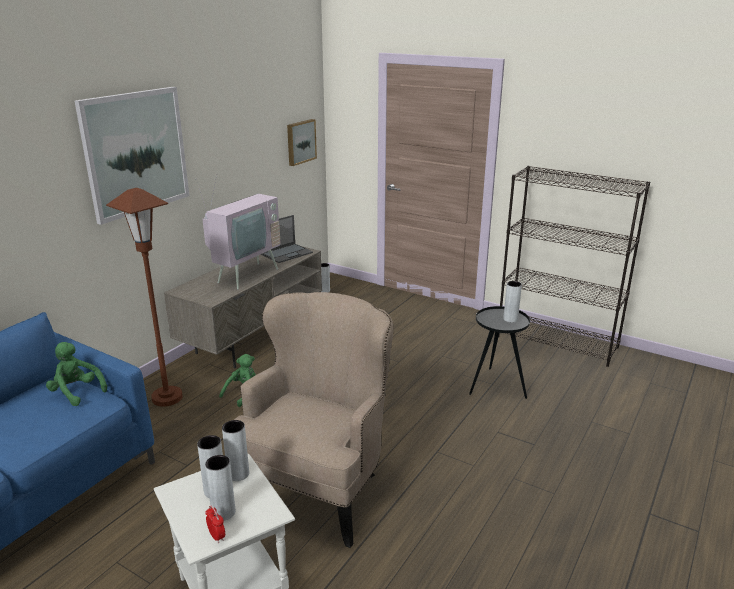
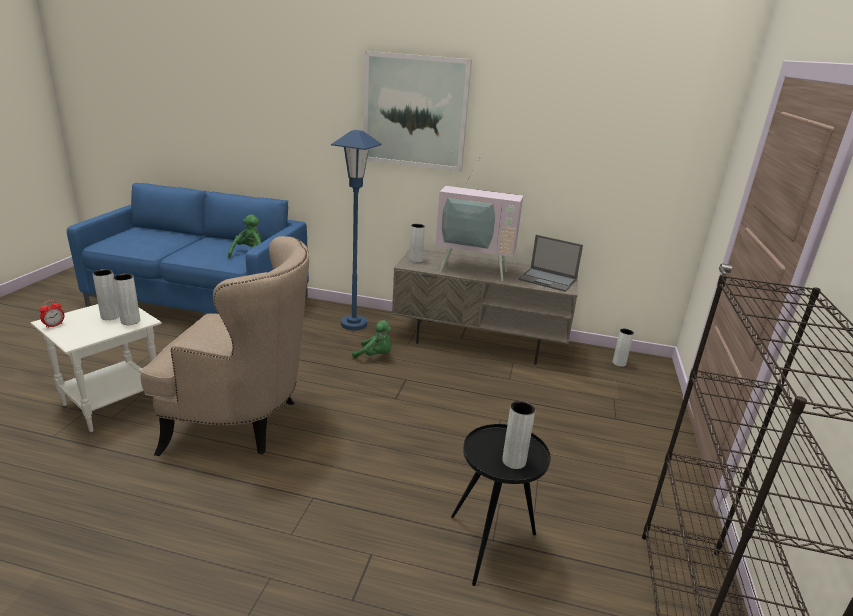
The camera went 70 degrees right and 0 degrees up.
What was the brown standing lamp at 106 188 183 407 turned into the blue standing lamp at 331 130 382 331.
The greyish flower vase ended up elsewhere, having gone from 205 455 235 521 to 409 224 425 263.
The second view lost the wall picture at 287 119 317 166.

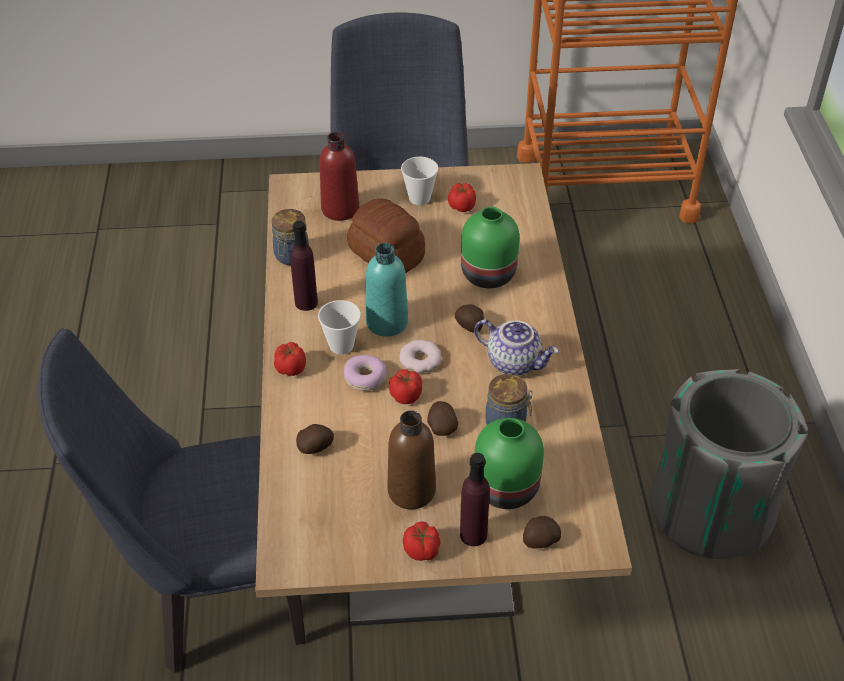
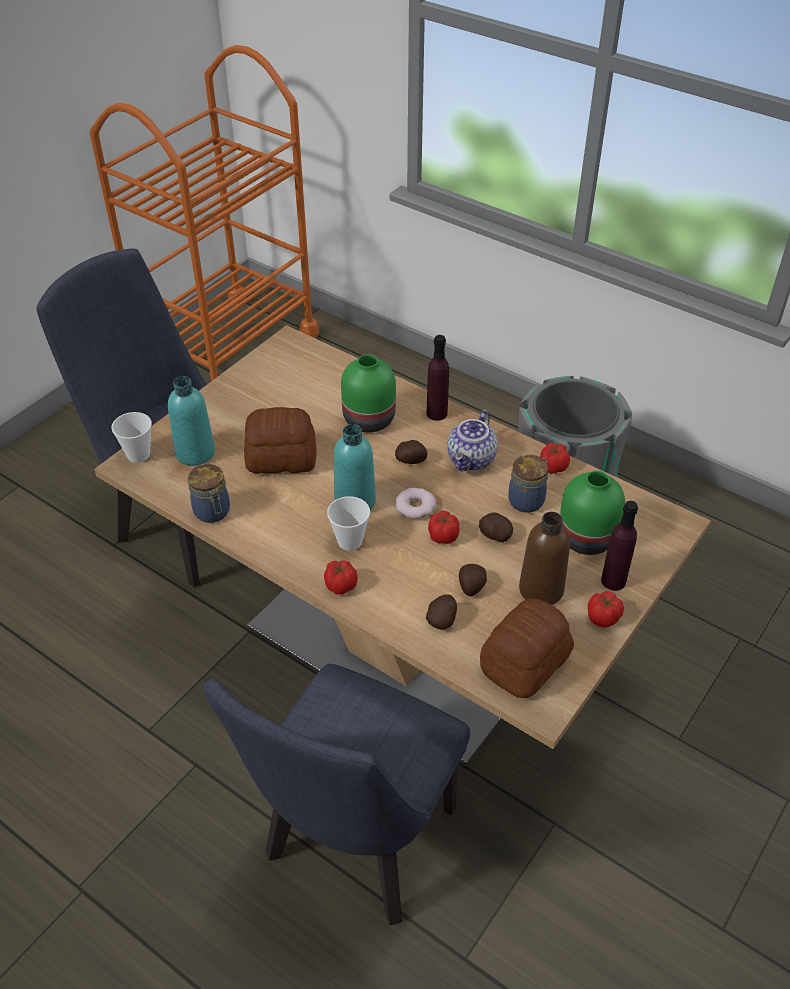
The camera went 50 degrees left and 0 degrees up.
The purple drink bottle ended up elsewhere, having gone from 290 221 318 311 to 427 335 449 421.
What was the red drink bottle at 320 132 359 221 turned into the turquoise drink bottle at 168 376 215 466.
The second view lost the ring doughnut at 344 355 387 391.
The cup ended up elsewhere, having gone from 401 157 439 205 to 112 412 152 463.
The tomato ended up elsewhere, having gone from 448 183 476 212 to 540 443 570 474.
The pot for tea at 474 319 559 376 ended up facing another way, 135 degrees clockwise from before.
The spud ended up elsewhere, having gone from 523 516 561 549 to 459 564 487 596.
The second view gained the bakery bread at 480 599 574 698.

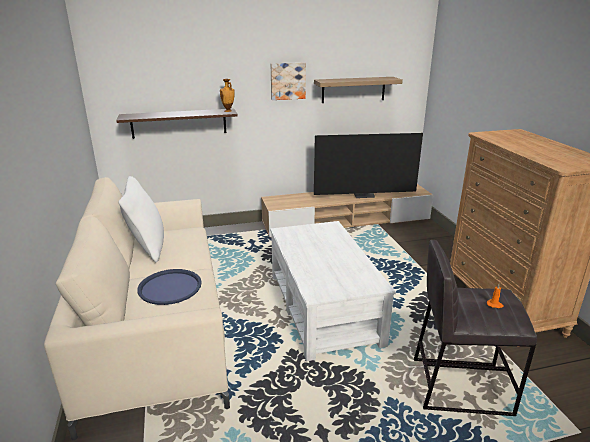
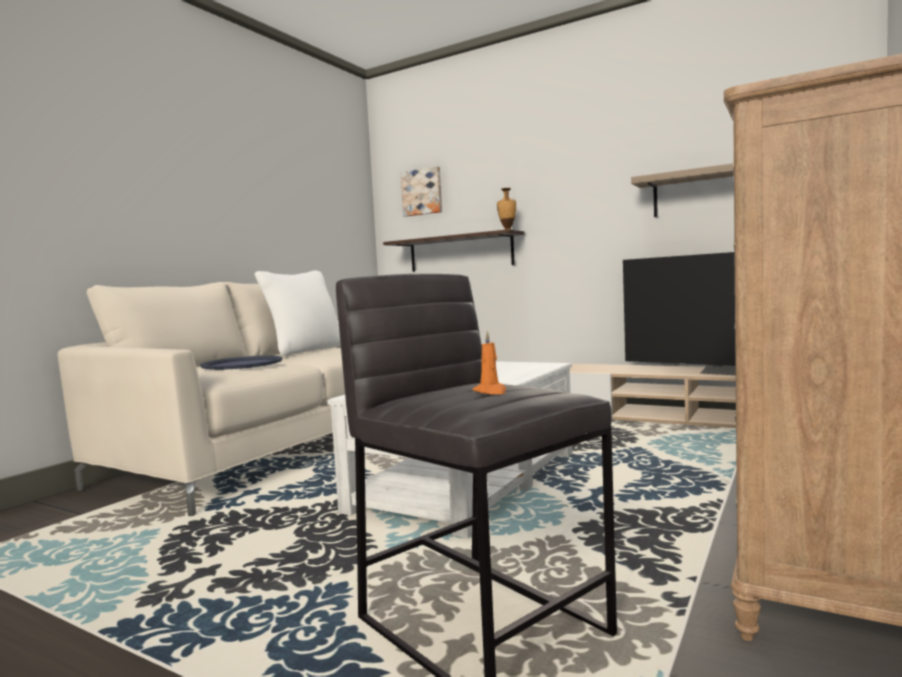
The camera went 45 degrees right and 20 degrees down.
The wall picture ended up elsewhere, having gone from 271 62 306 100 to 401 166 442 217.

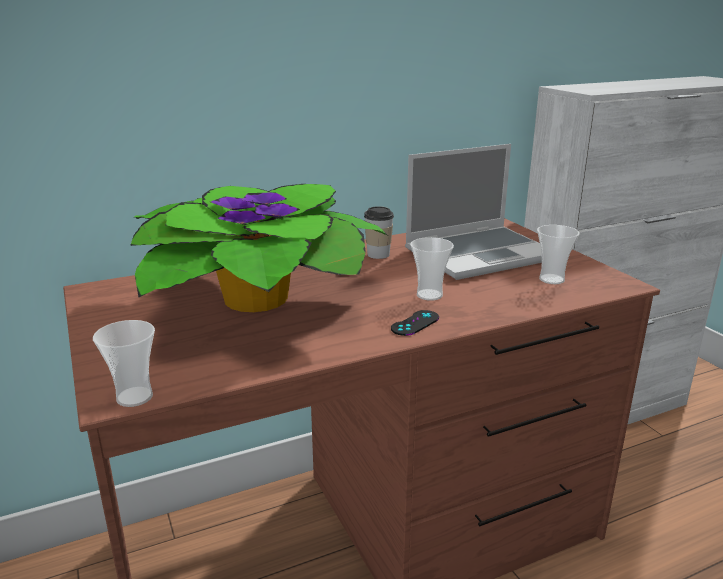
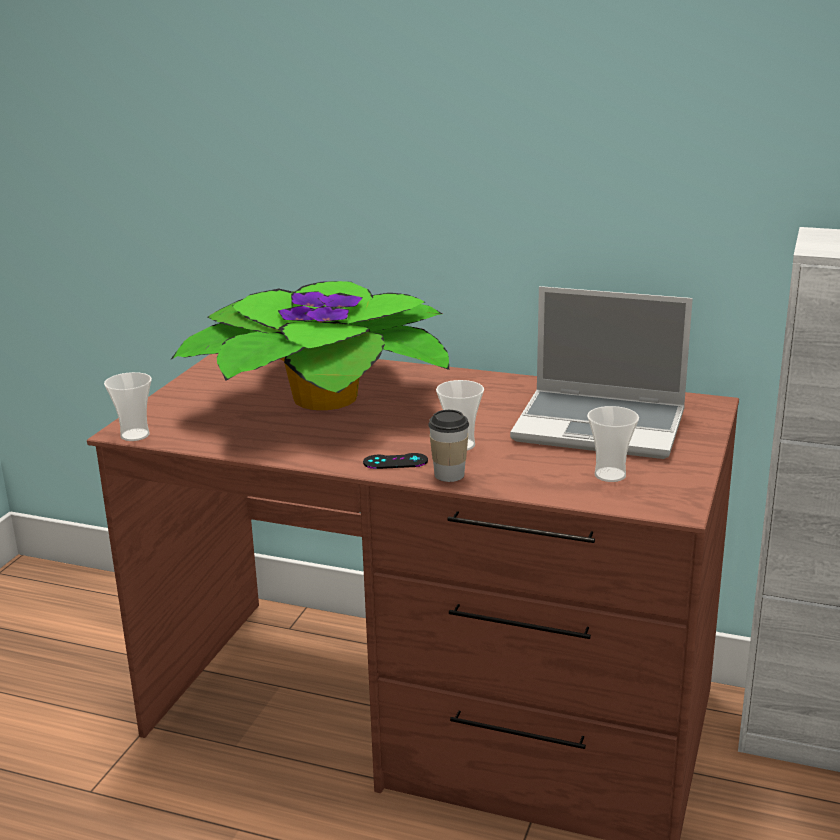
The camera went 45 degrees right and 0 degrees up.
The cup ended up elsewhere, having gone from 364 206 394 259 to 428 410 469 482.

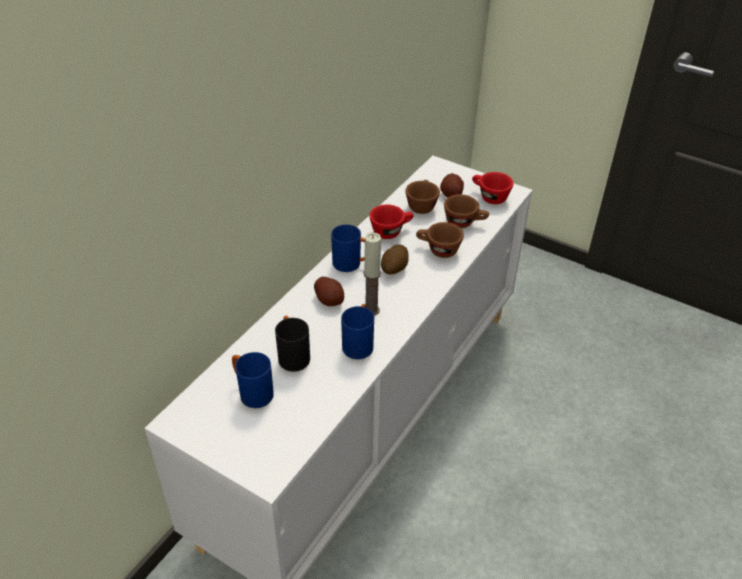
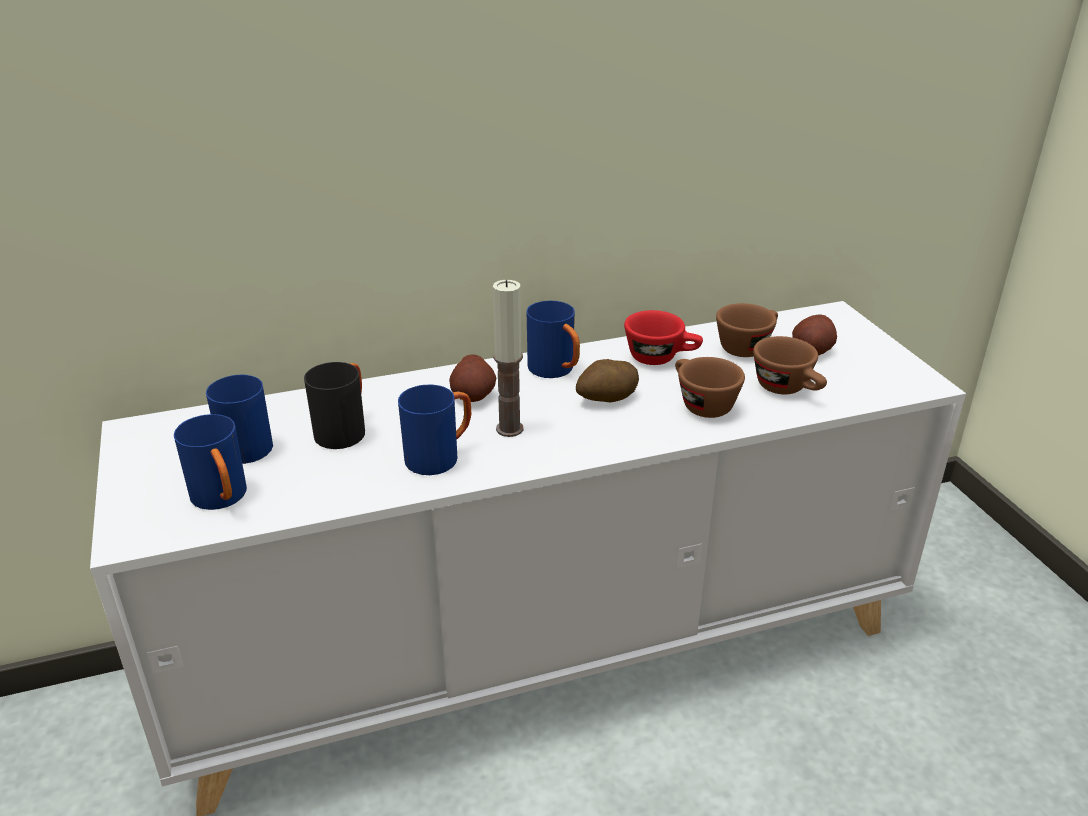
The camera went 40 degrees right and 10 degrees down.
The second view lost the red cup at 472 172 514 204.
The second view gained the blue coffee mug at 174 414 247 510.

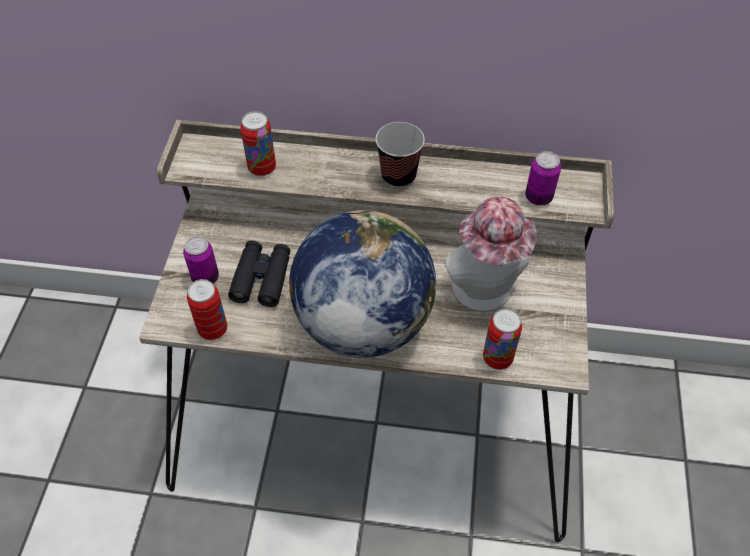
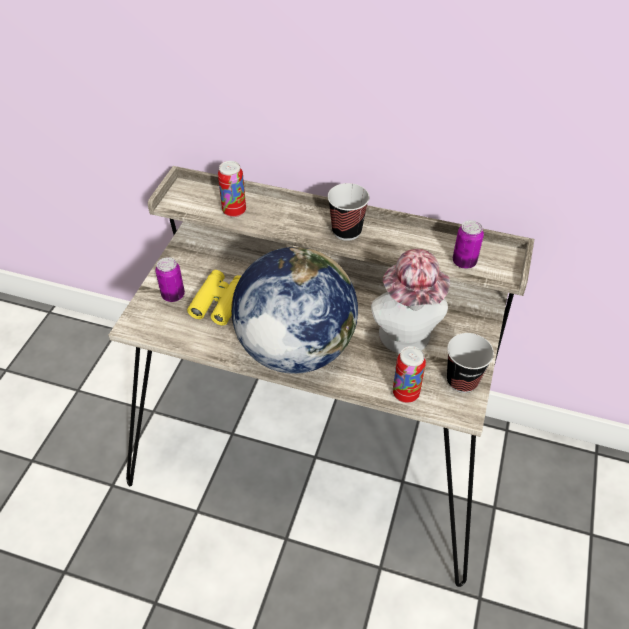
The camera went 10 degrees right and 5 degrees down.
The second view lost the can at 187 279 227 340.
What was the black-coloured field glasses at 228 241 290 307 turned into the yellowish field glasses at 187 270 241 325.
The second view gained the cup at 447 333 494 393.

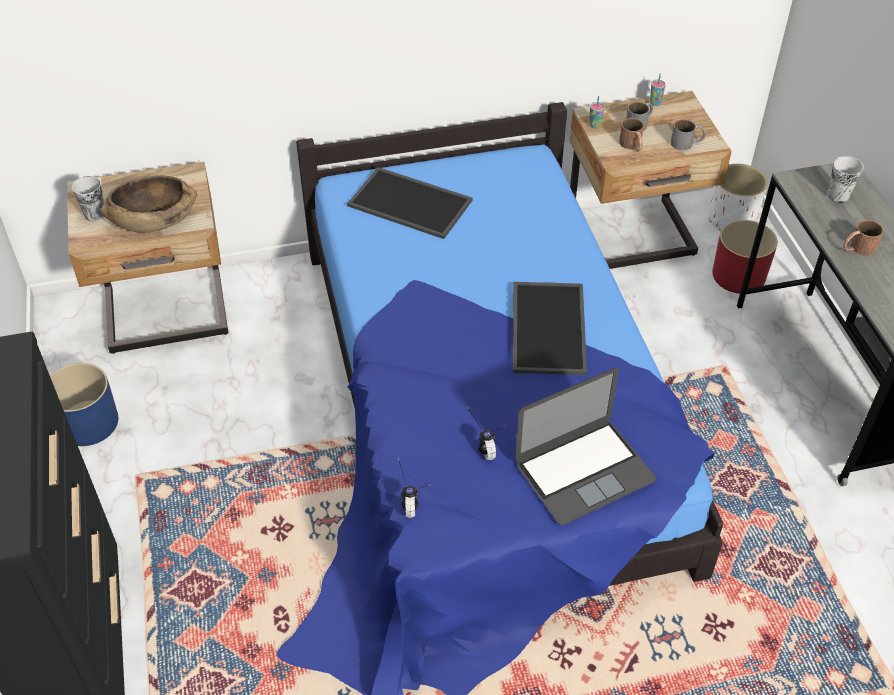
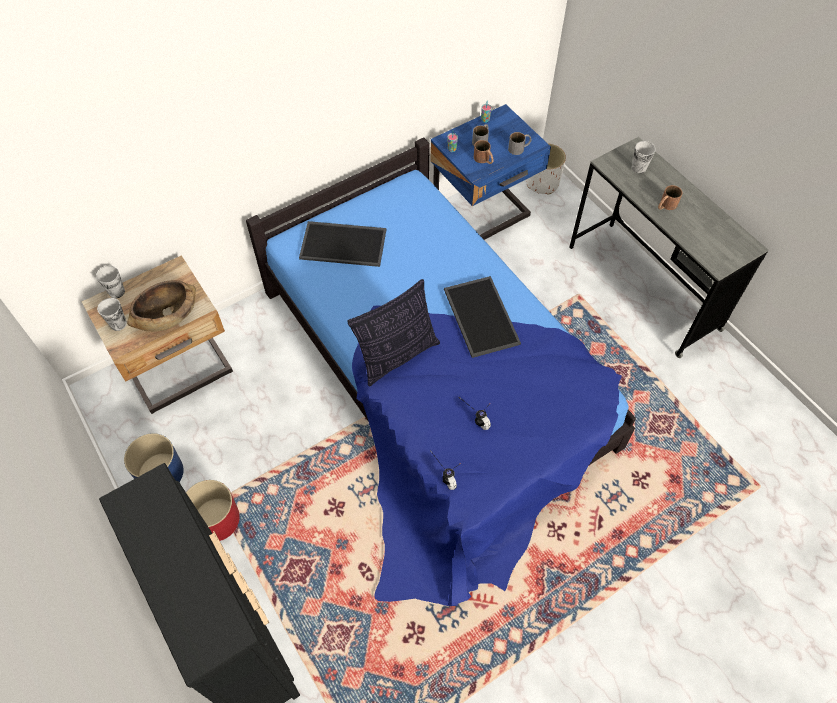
The camera went 20 degrees left and 10 degrees up.
The second view lost the portable computer at 515 368 656 525.
What was the sand-coloured nightstand at 570 91 732 269 turned into the blue nightstand at 430 104 551 240.
The red plant pot ended up elsewhere, having gone from 712 220 778 294 to 186 480 240 541.
The second view gained the cup at 96 266 125 298.
The second view gained the pillow at 347 279 440 386.

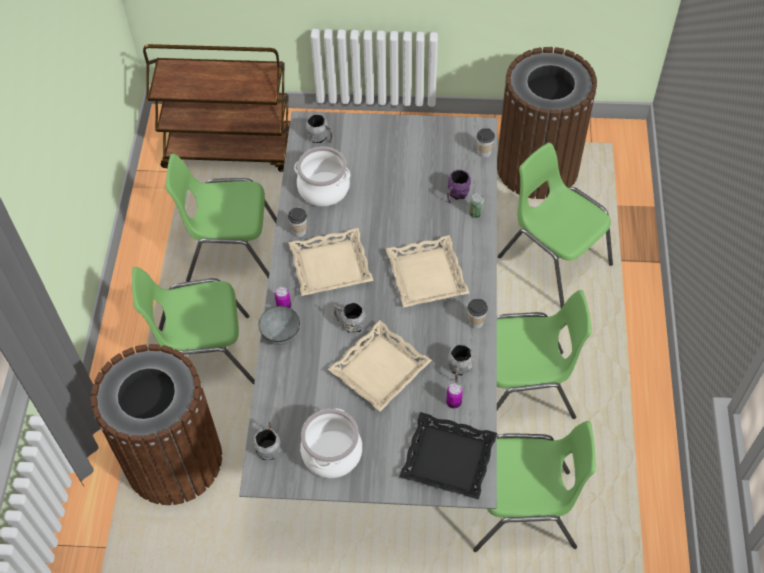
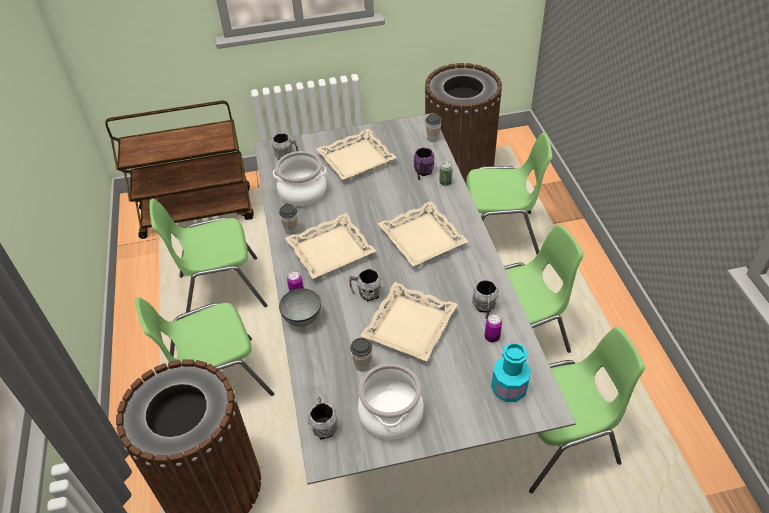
The camera went 15 degrees left and 10 degrees down.
Where the black-coloured carrying tray stood at 399 412 497 500, the turquoise drink bottle came to stand at 491 343 531 402.
The cup ended up elsewhere, having gone from 468 298 488 329 to 350 338 372 372.
The green-coloured chair at 498 142 613 308 ended up facing another way, 150 degrees clockwise from before.
The second view gained the sand-coloured carrying tray at 316 129 397 180.

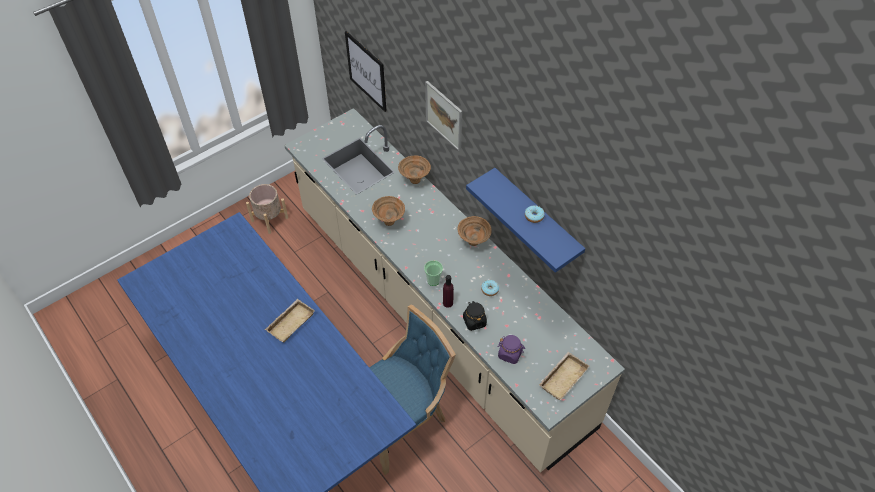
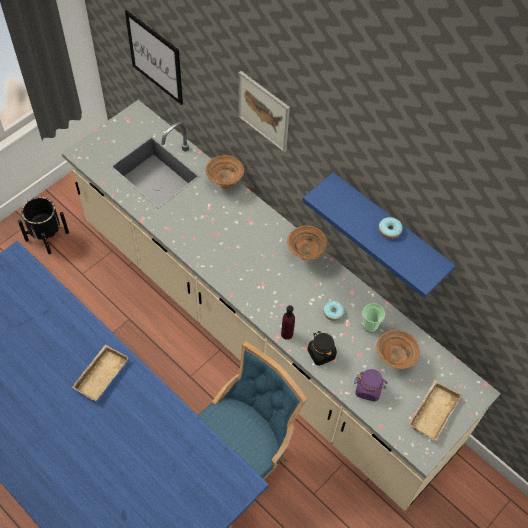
The camera went 10 degrees left and 5 degrees up.
What was the sand-coloured plant pot at 246 184 288 234 turned into the black-coloured plant pot at 18 197 69 254.
The brown bowl ended up elsewhere, having gone from 372 196 405 226 to 376 330 420 369.
The cup ended up elsewhere, having gone from 424 260 443 286 to 362 303 385 332.

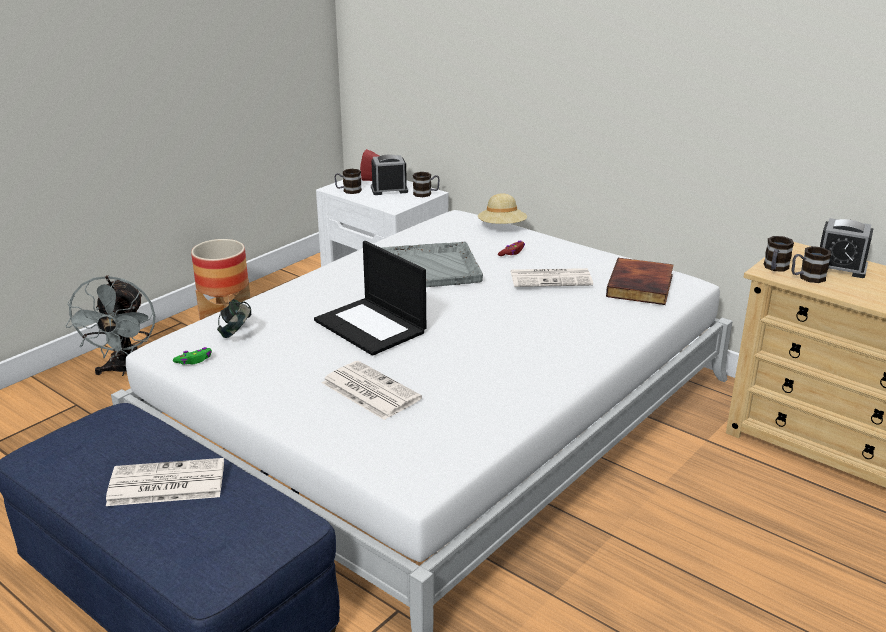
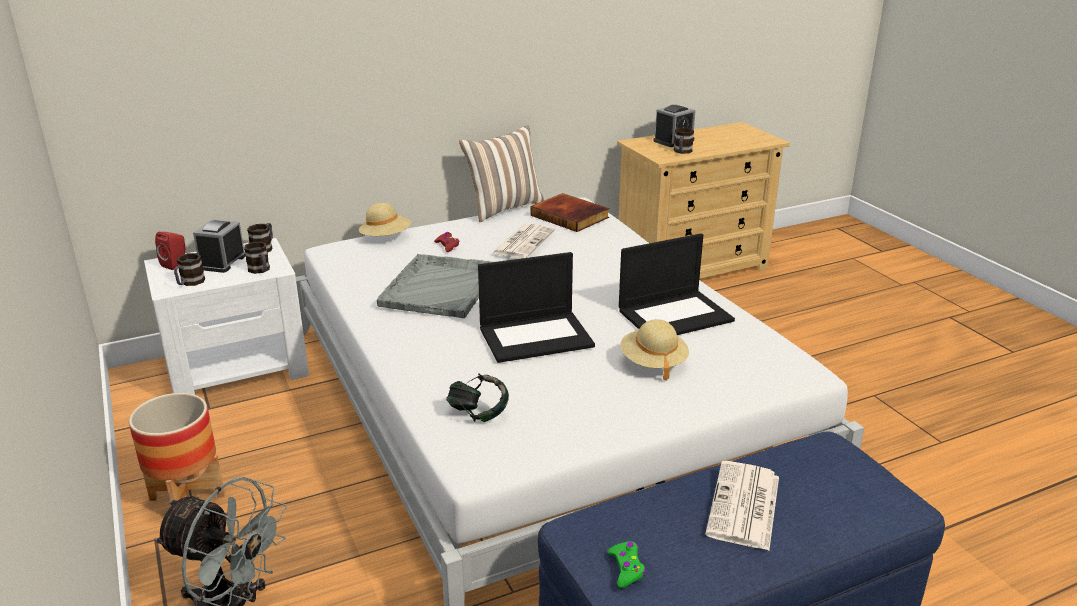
The camera went 65 degrees left and 0 degrees up.
The green-coloured joypad ended up elsewhere, having gone from 173 347 212 365 to 608 541 645 588.
Where the printed paper stood at 322 361 422 420, the sand-coloured clothing hat came to stand at 621 319 689 381.
The coffee mug ended up elsewhere, having gone from 764 236 794 272 to 244 242 270 274.
The second view gained the pillow at 459 125 544 222.
The second view gained the portable computer at 619 233 735 335.

